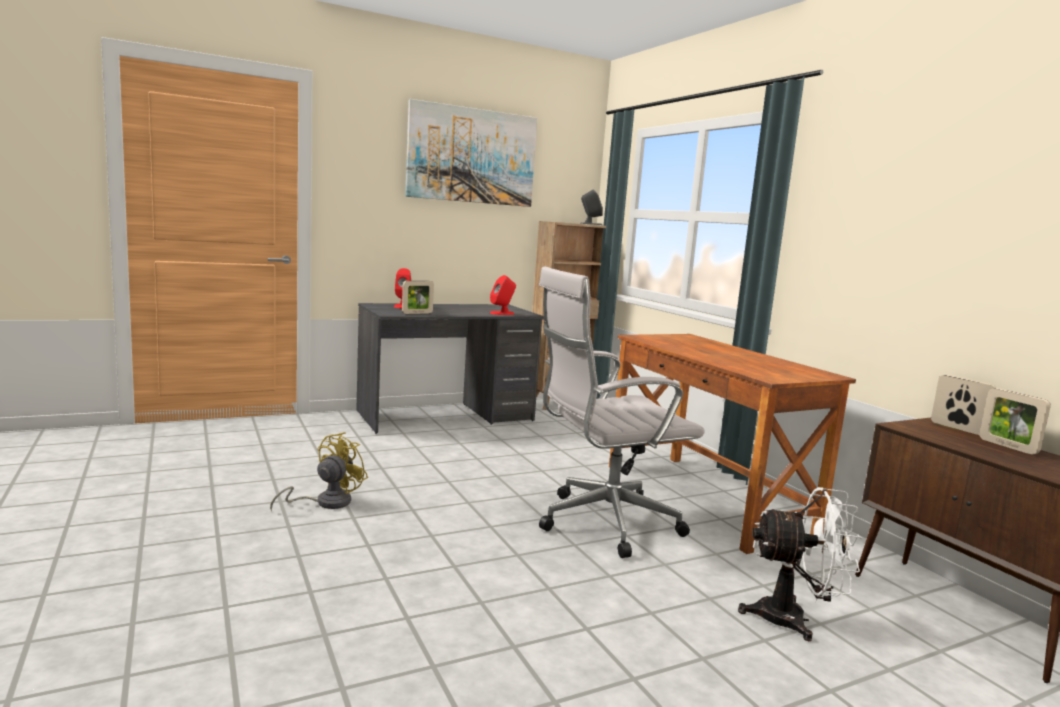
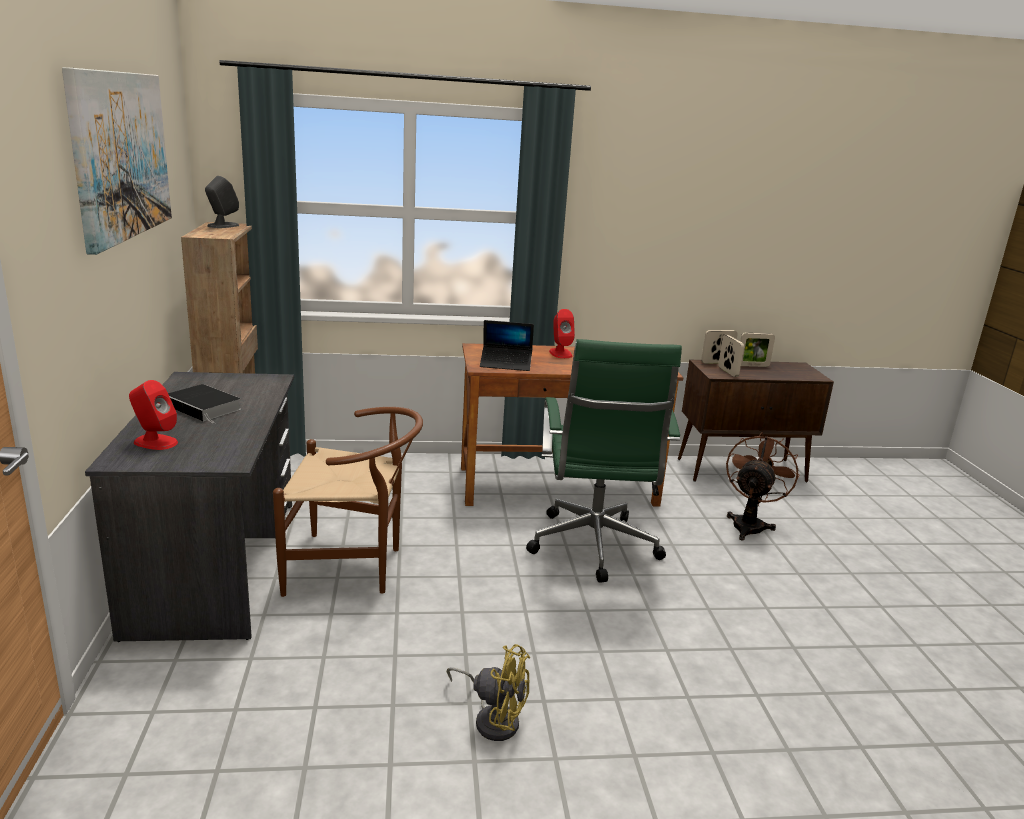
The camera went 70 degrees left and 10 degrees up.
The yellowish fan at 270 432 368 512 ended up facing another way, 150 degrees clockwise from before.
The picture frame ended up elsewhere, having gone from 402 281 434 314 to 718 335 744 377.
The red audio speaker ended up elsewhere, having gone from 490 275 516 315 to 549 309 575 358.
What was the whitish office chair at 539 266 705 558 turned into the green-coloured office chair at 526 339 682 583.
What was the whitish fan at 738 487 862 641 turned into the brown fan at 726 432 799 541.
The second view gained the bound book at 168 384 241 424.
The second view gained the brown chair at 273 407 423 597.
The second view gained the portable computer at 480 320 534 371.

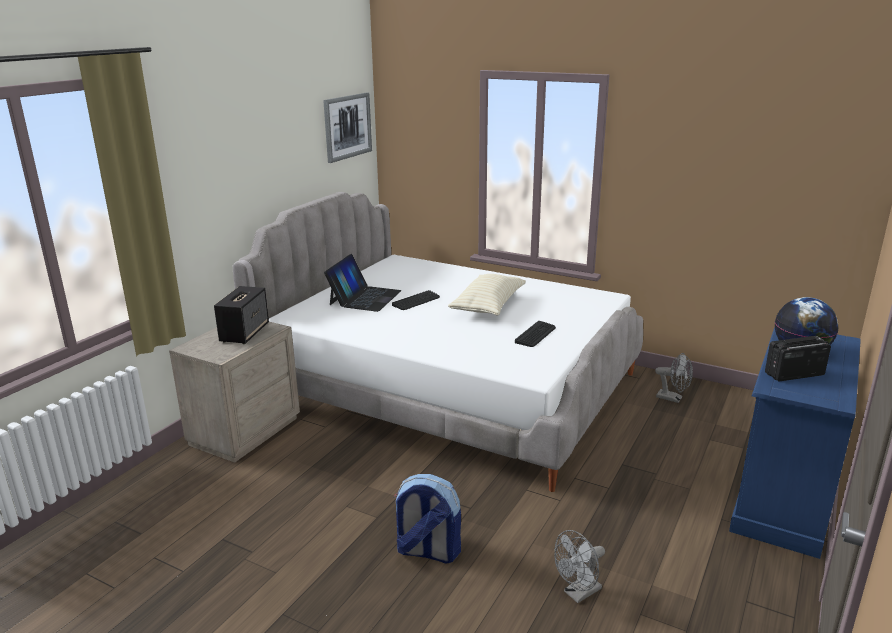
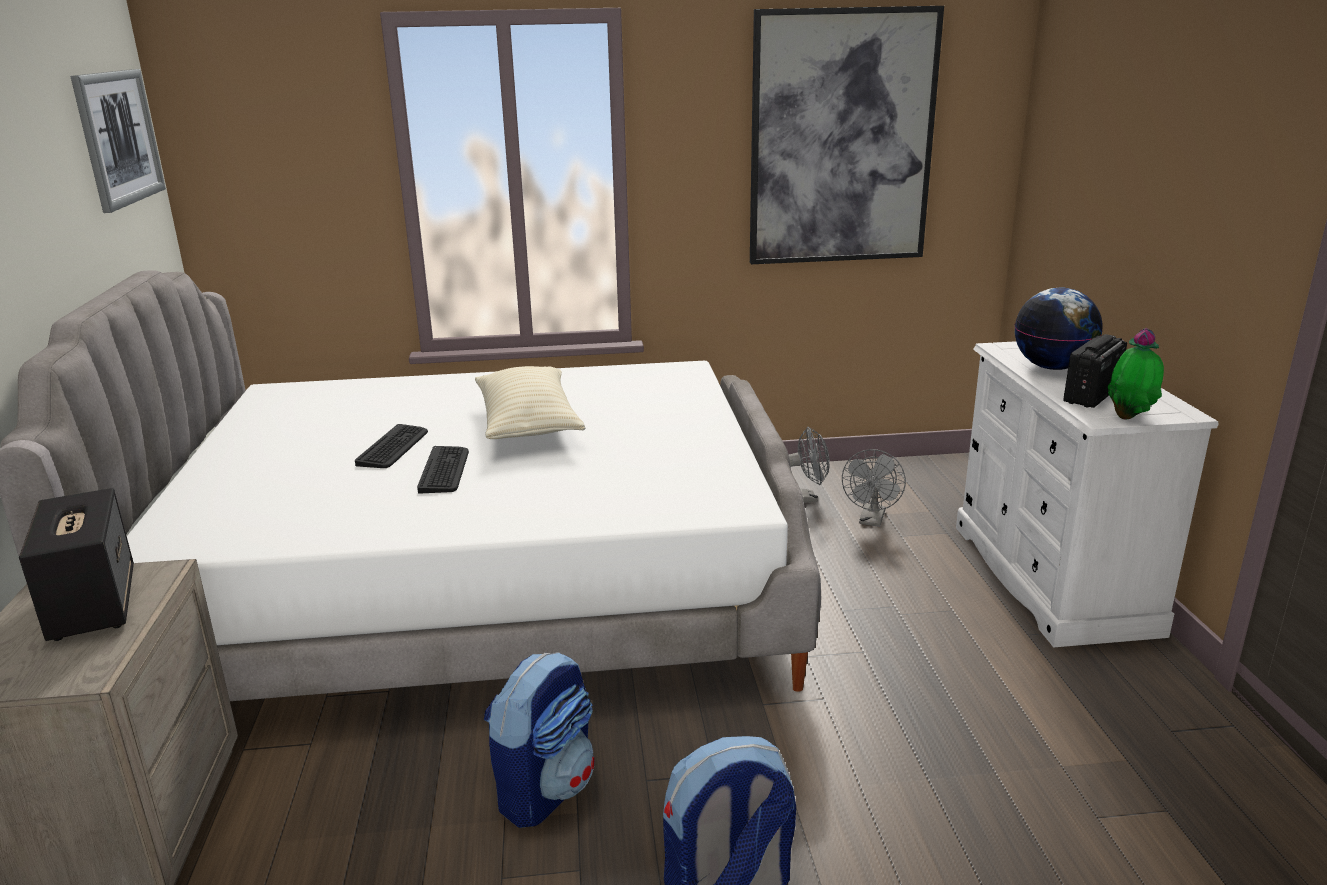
The camera went 35 degrees left and 0 degrees up.
The second view lost the portable computer at 324 254 402 312.
The computer keyboard ended up elsewhere, having gone from 515 321 556 347 to 417 446 469 493.
The greyish fan ended up elsewhere, having gone from 554 530 605 603 to 842 449 906 527.
What was the blue dresser at 729 327 861 559 turned into the whitish dresser at 956 341 1219 647.
The second view gained the backpack at 484 652 594 828.
The second view gained the wall picture at 750 6 944 264.
The second view gained the houseplant at 1108 328 1164 420.

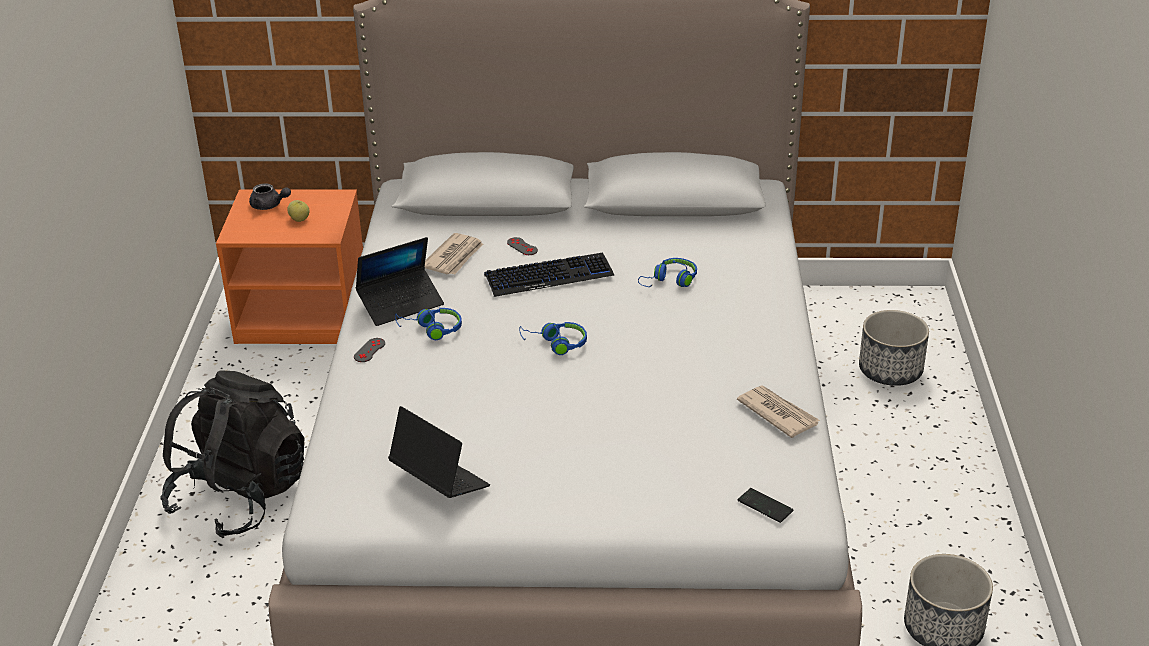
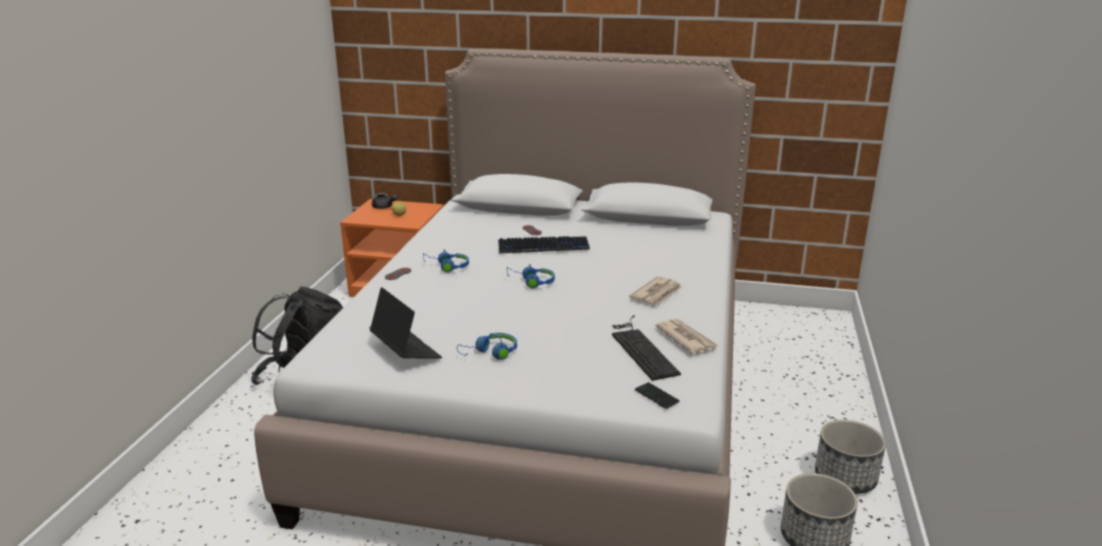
The camera went 10 degrees right and 10 degrees down.
The second view lost the portable computer at 355 237 444 326.
The printed paper ended up elsewhere, having gone from 425 233 483 274 to 629 276 681 305.
The blue headset ended up elsewhere, having gone from 638 258 697 287 to 457 333 517 360.
The plant pot ended up elsewhere, having gone from 859 310 929 386 to 815 420 886 494.
The second view gained the computer keyboard at 612 315 681 381.

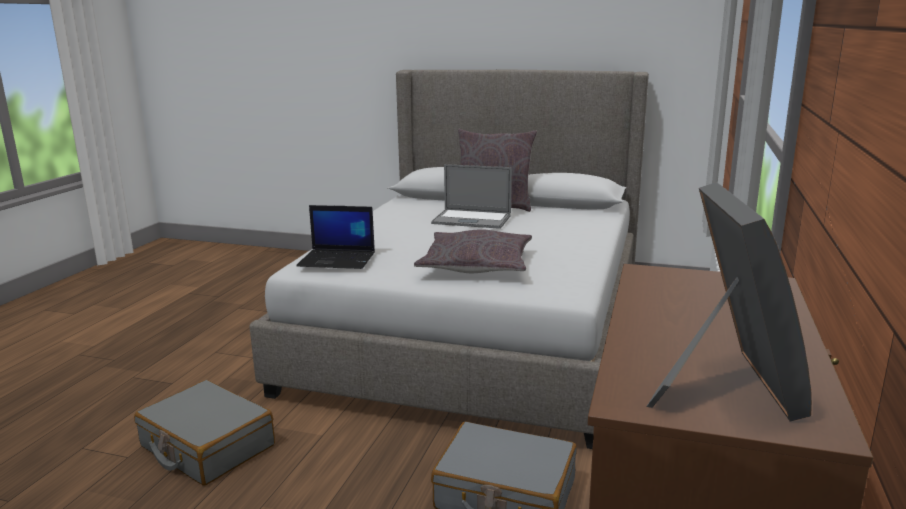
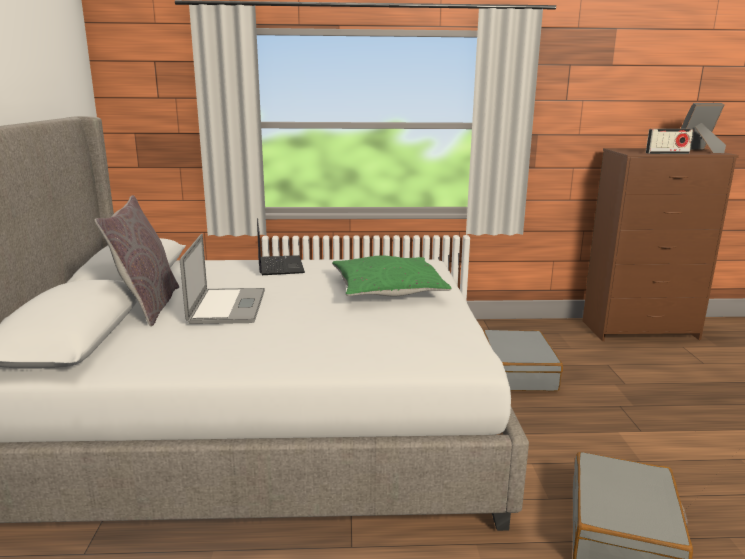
The camera went 110 degrees left and 0 degrees up.
The portable computer ended up elsewhere, having gone from 296 205 375 269 to 257 218 305 275.
What was the greyish pillow at 414 229 532 273 turned into the green-coloured pillow at 332 255 451 296.
The second view gained the radio receiver at 646 129 694 154.

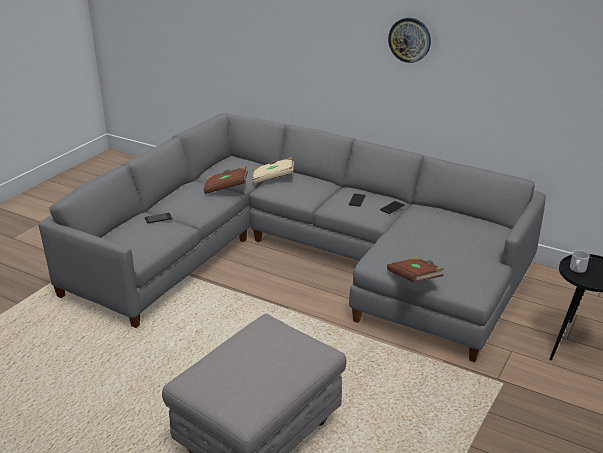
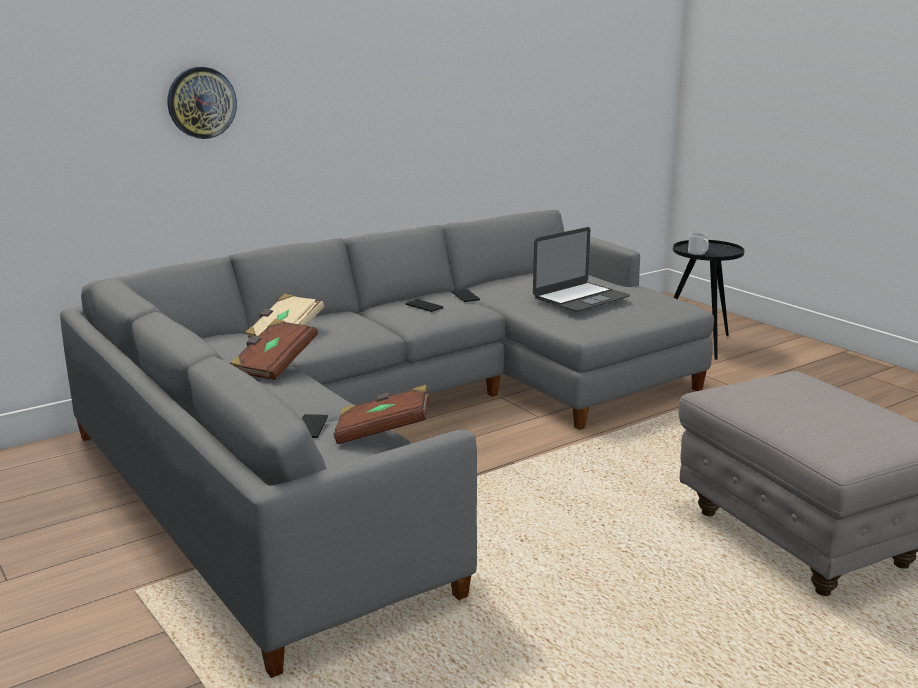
The camera went 65 degrees left and 10 degrees down.
The brown bound book ended up elsewhere, having gone from 387 257 444 282 to 334 385 430 444.
The wall clock ended up elsewhere, having gone from 388 18 431 63 to 168 67 237 139.
The second view gained the portable computer at 533 227 630 312.

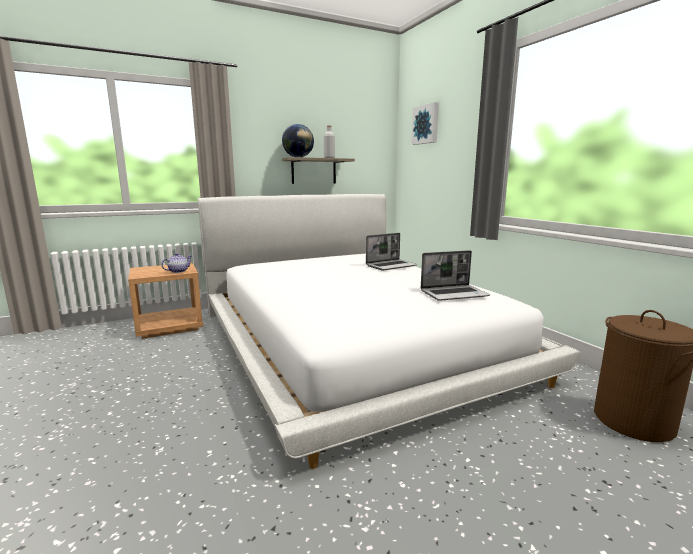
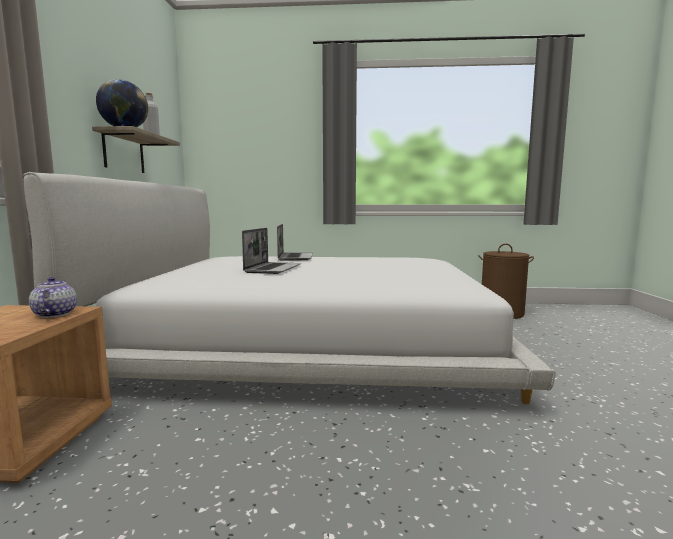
The camera went 60 degrees left and 5 degrees down.
The second view lost the wall picture at 411 102 439 145.
The portable computer ended up elsewhere, having gone from 421 250 490 301 to 242 228 301 274.

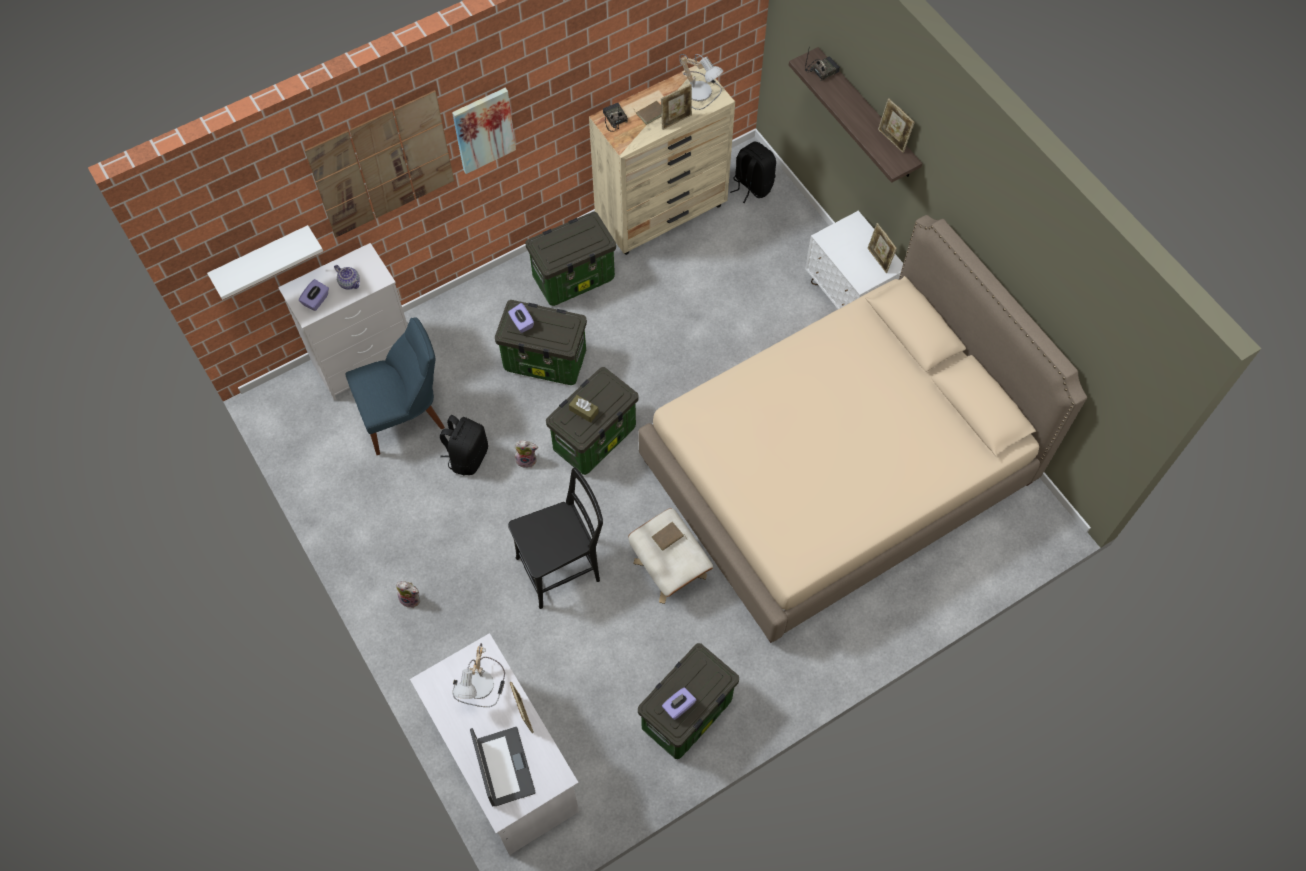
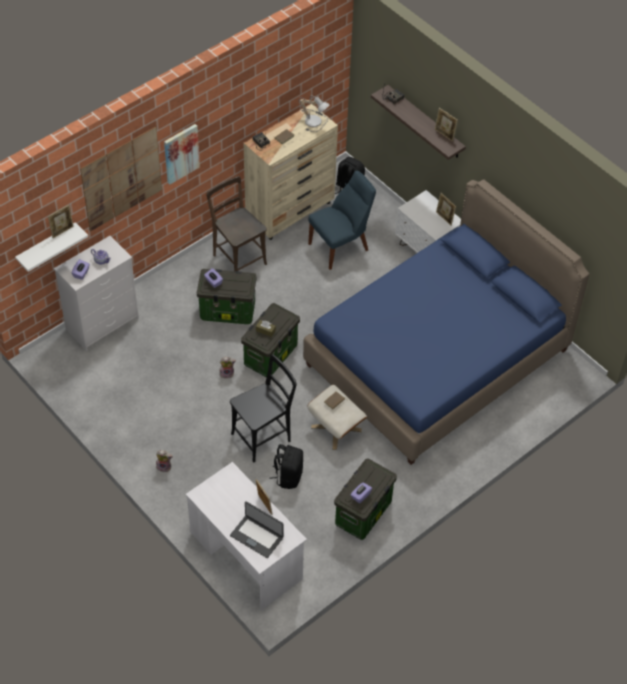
The camera went 10 degrees left and 10 degrees down.
The blue chair ended up elsewhere, having gone from 345 317 445 455 to 308 171 376 270.
The black-coloured backpack ended up elsewhere, having gone from 440 415 488 475 to 269 444 303 489.
The second view lost the lamp for a table at 453 643 505 707.
The portable computer at 470 727 535 806 ended up facing another way, 150 degrees clockwise from before.
Where the storage container stood at 525 212 616 306, the brown chair came to stand at 206 176 267 271.
What was the sand-coloured bedroom bed at 638 215 1087 643 turned into the blue bedroom bed at 303 179 590 465.
The picture frame ended up elsewhere, having gone from 661 84 692 130 to 48 205 74 238.

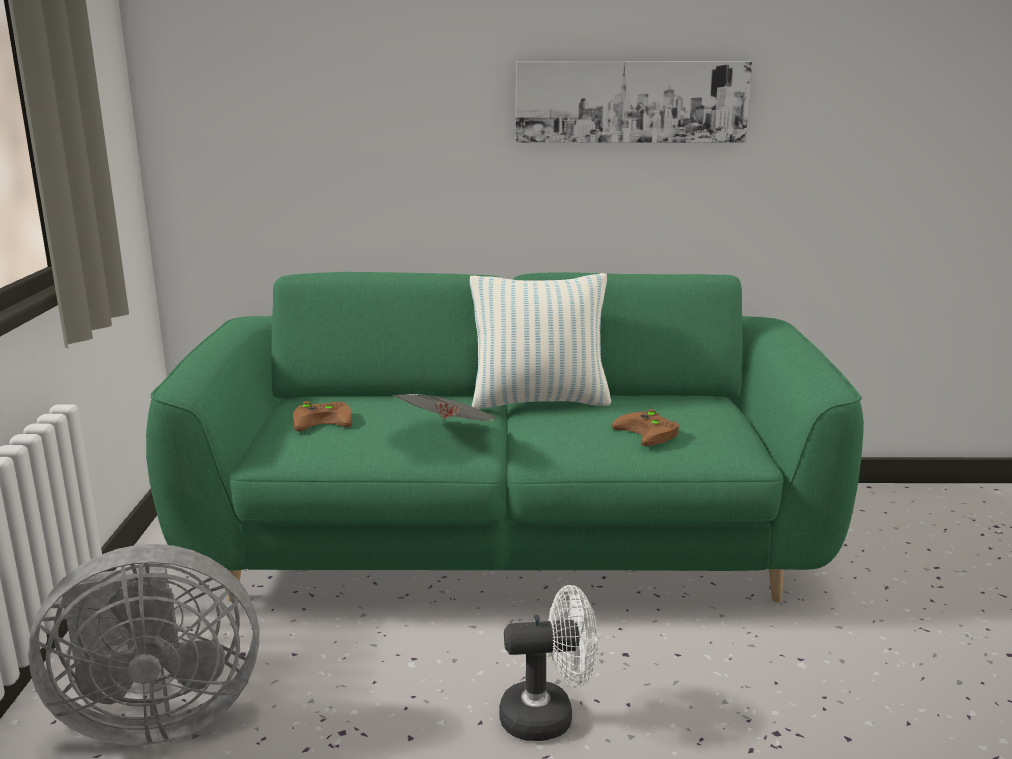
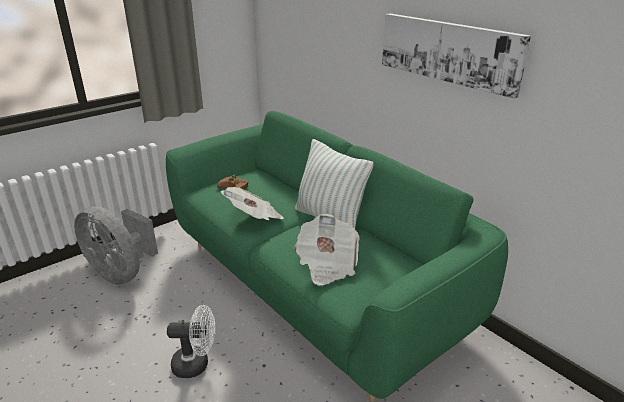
The camera went 50 degrees right and 10 degrees up.
The whitish fan at 499 585 598 741 ended up facing another way, 45 degrees counterclockwise from before.
Where the brown joypad stood at 612 409 680 446, the printed paper came to stand at 295 214 360 286.

